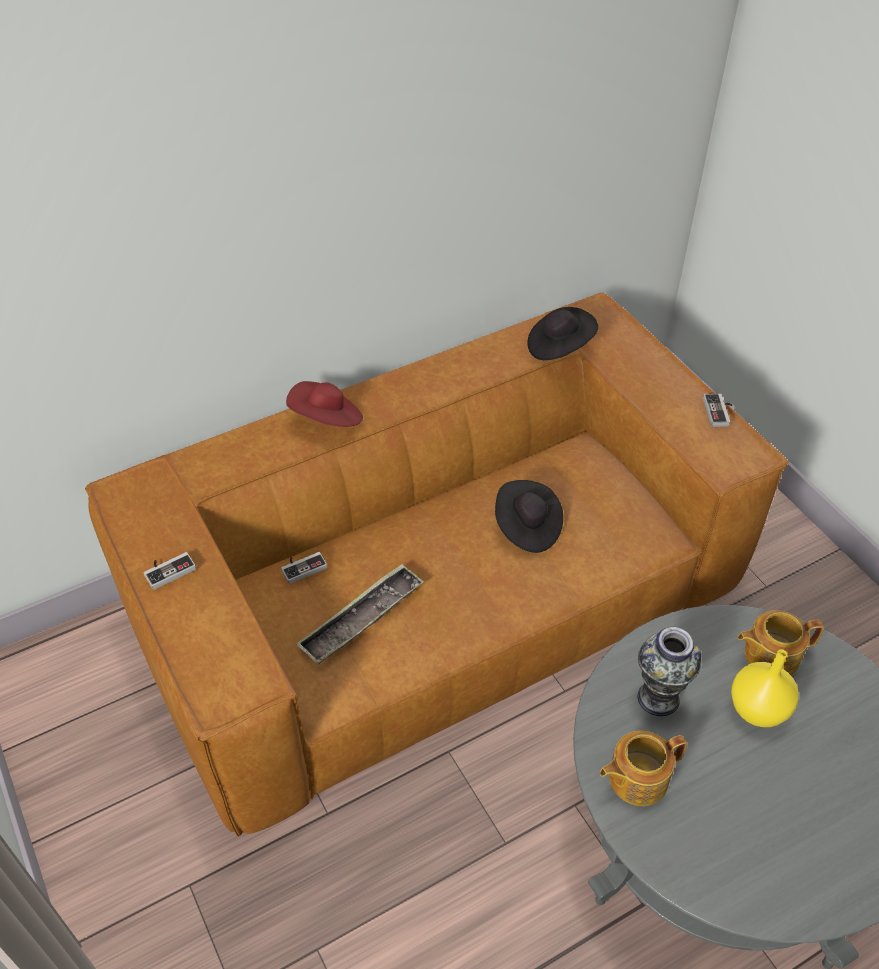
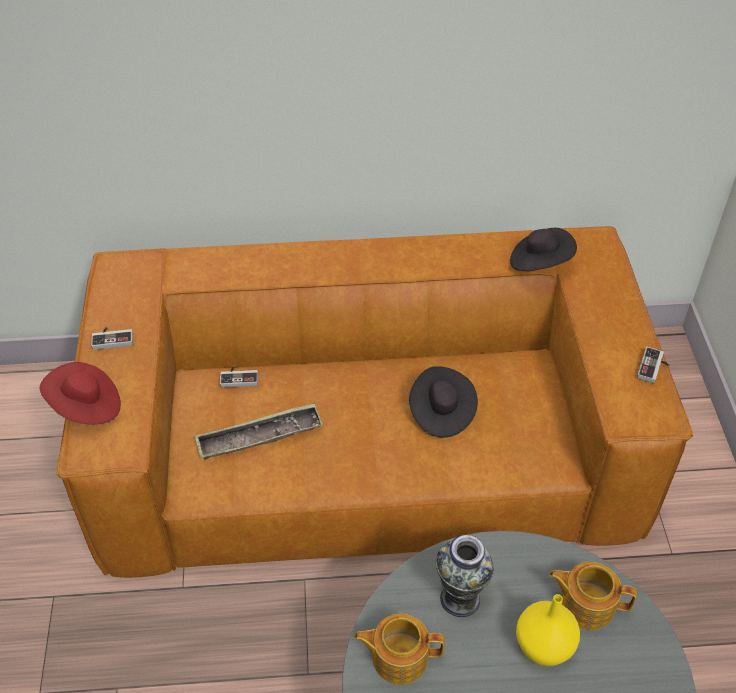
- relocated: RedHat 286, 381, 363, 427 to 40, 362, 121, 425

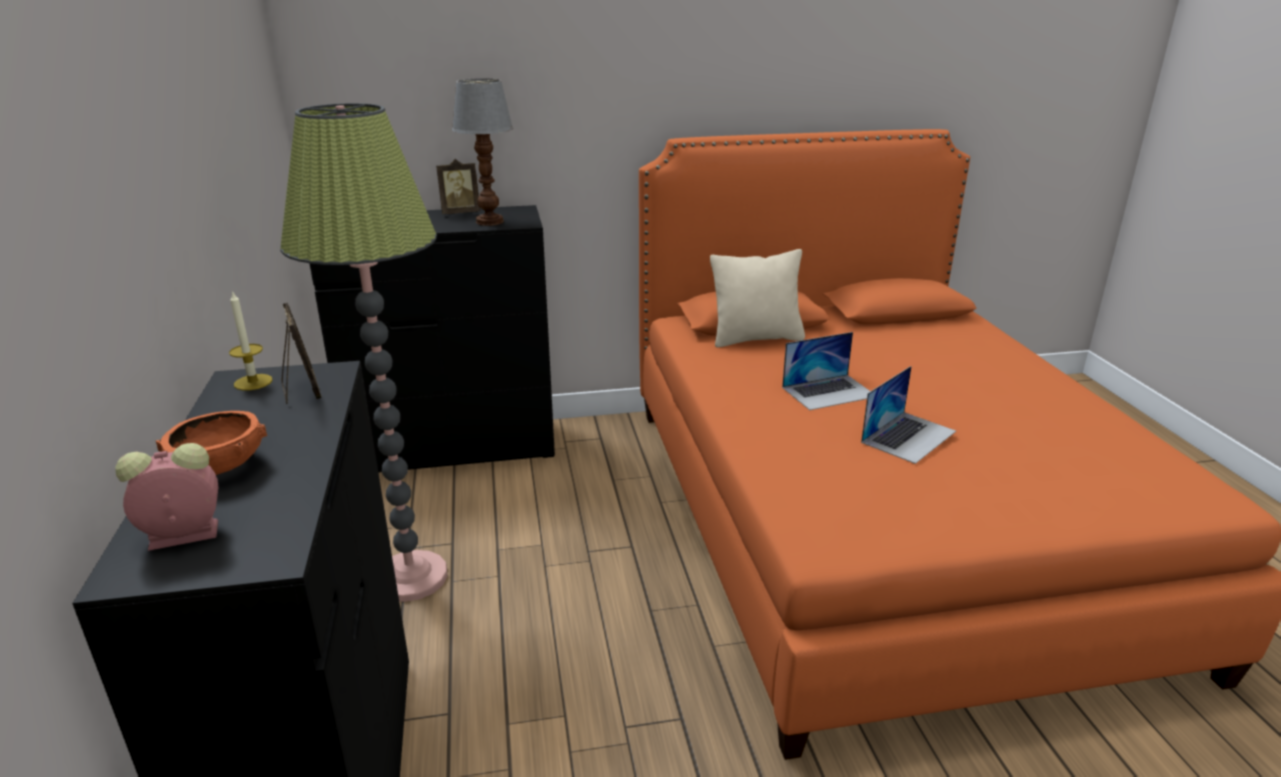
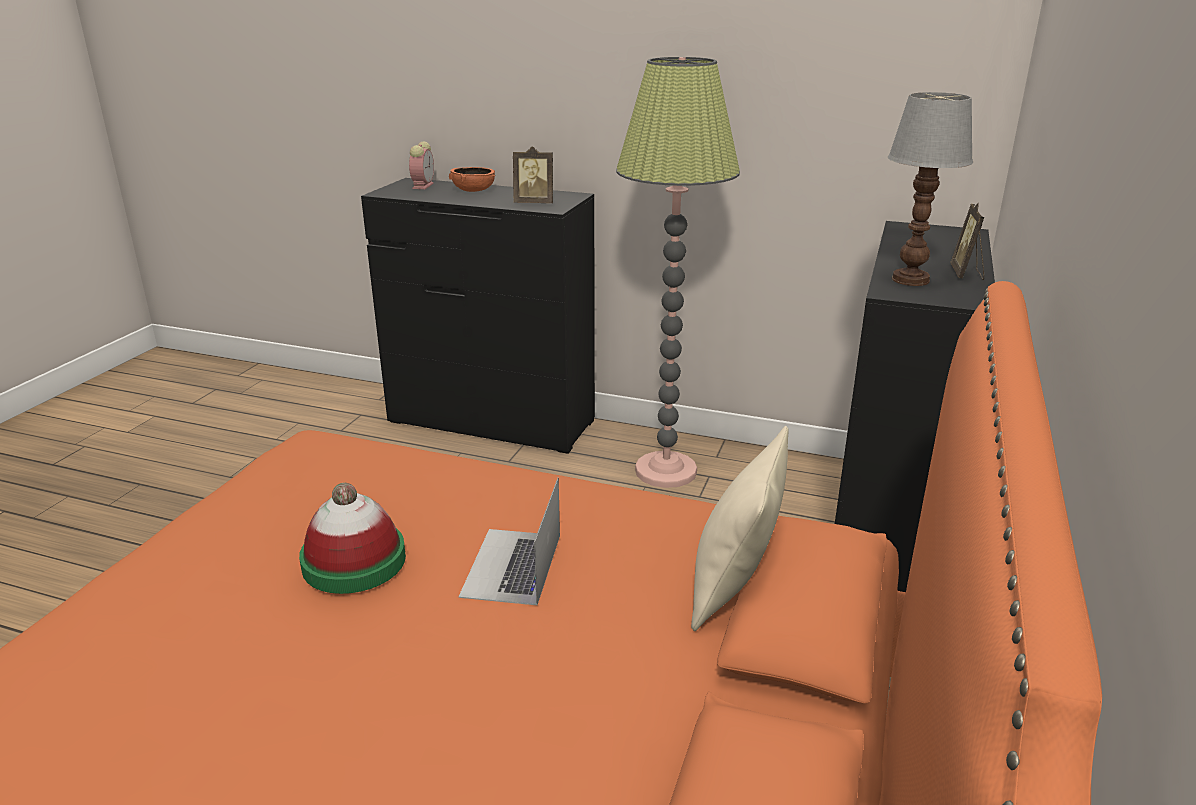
- missing: Candle 229, 290, 273, 391
- exchanged: Laptop 861, 366, 956, 464 to Hat 299, 483, 406, 594

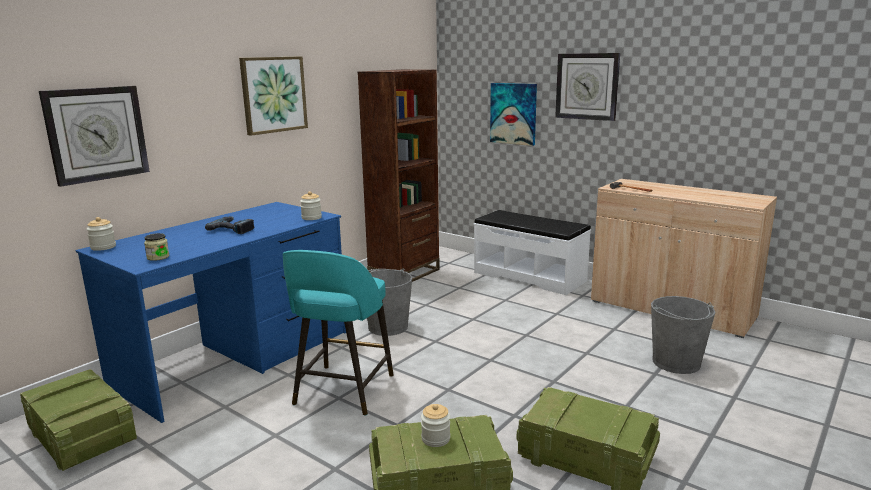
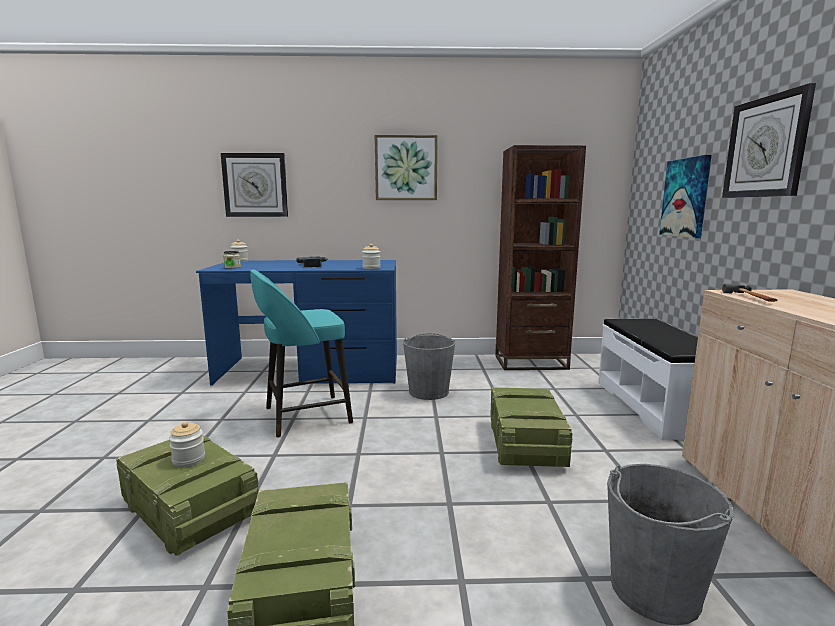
- relocated: Crate 20, 369, 137, 471 to 490, 388, 572, 467

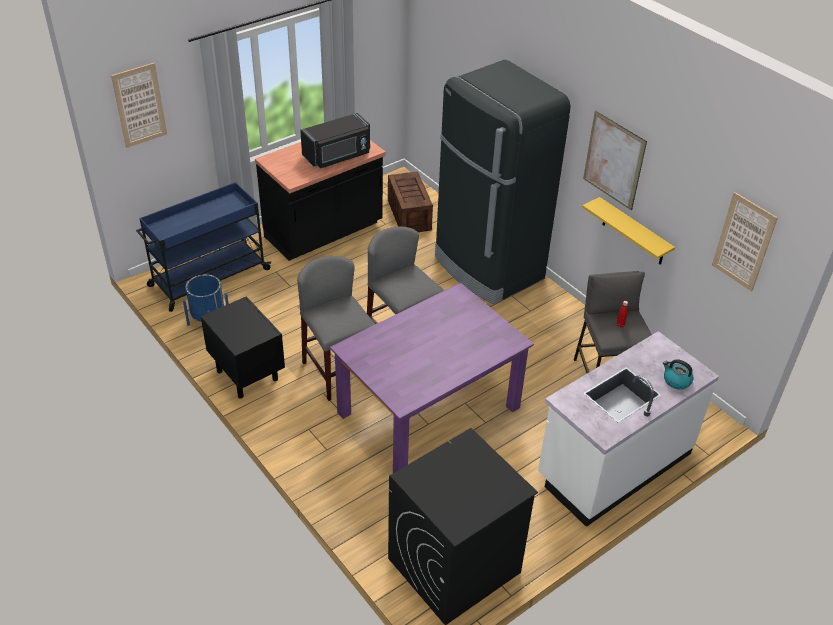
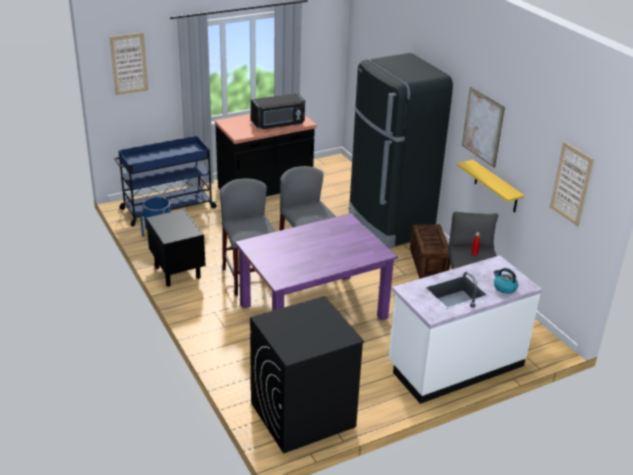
- relocated: Crate 388, 171, 433, 232 to 410, 224, 450, 279

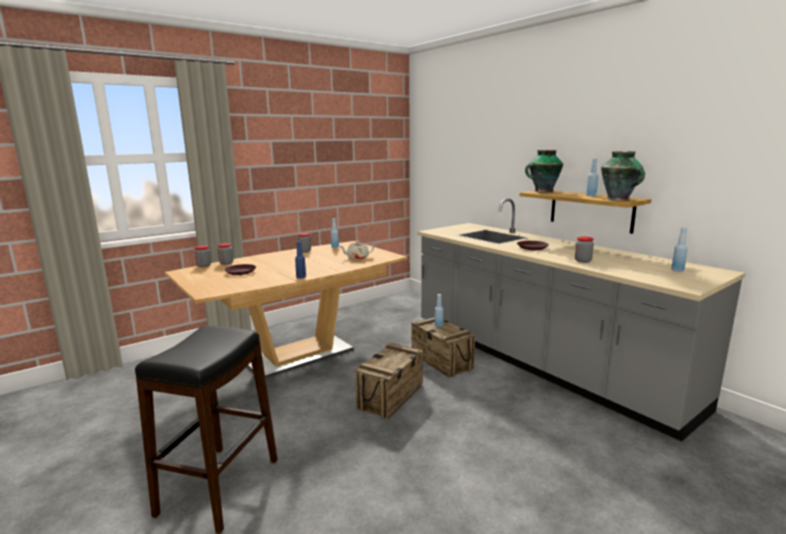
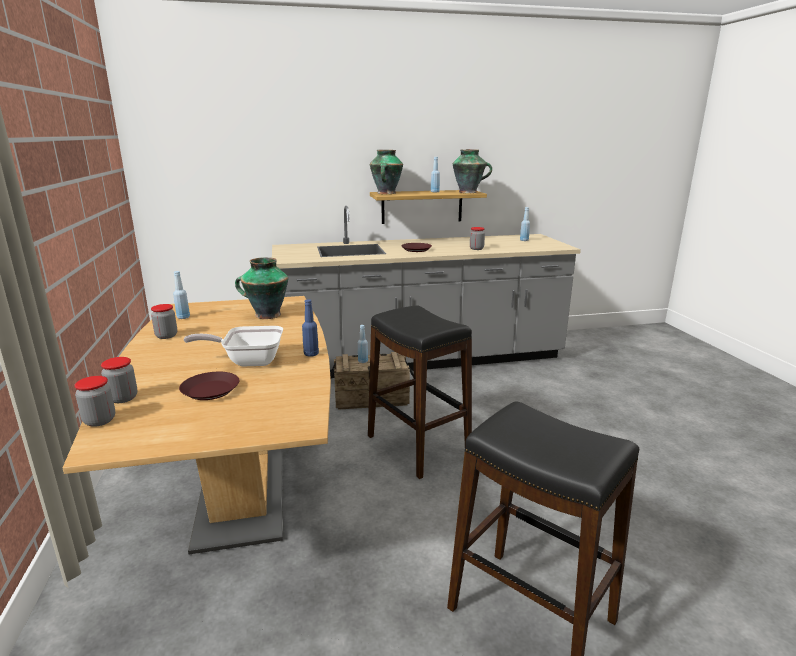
- appeared: FryingPan 184, 326, 283, 366
- exchanged: BeigeTeapot 340, 241, 374, 260 to Vase 235, 257, 288, 319
- exchanged: Crate 355, 343, 423, 419 to BlackStool 368, 305, 472, 479

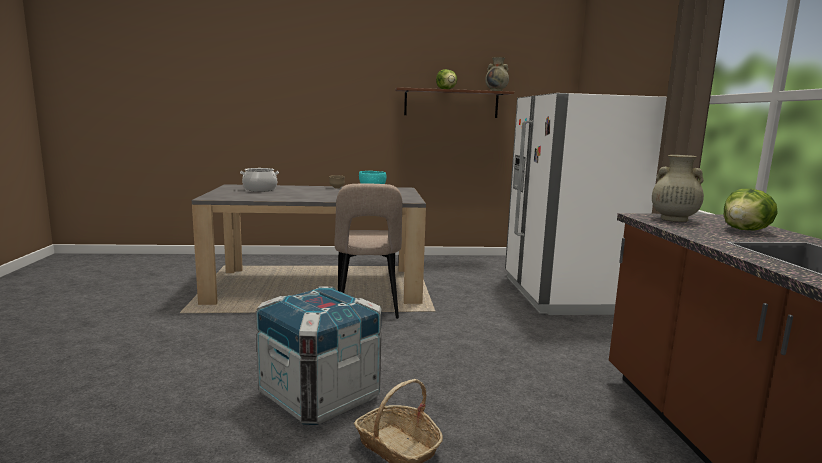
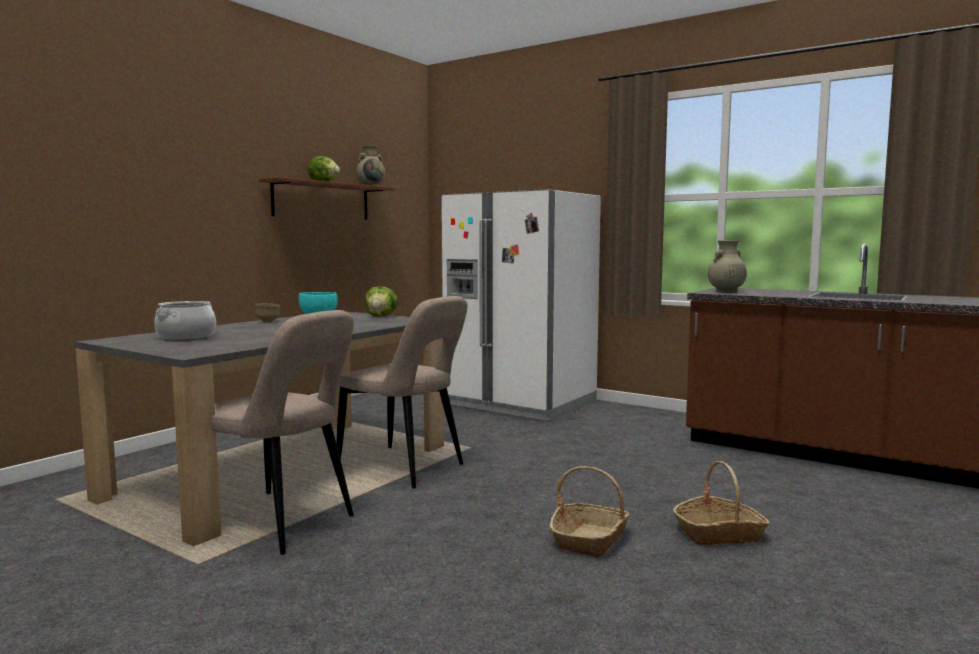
- appeared: BeigeChair 212, 310, 354, 555
- relocated: Lettuce 724, 189, 778, 230 to 365, 286, 398, 316
- exchanged: Crate 256, 286, 382, 425 to Basket 550, 466, 630, 558

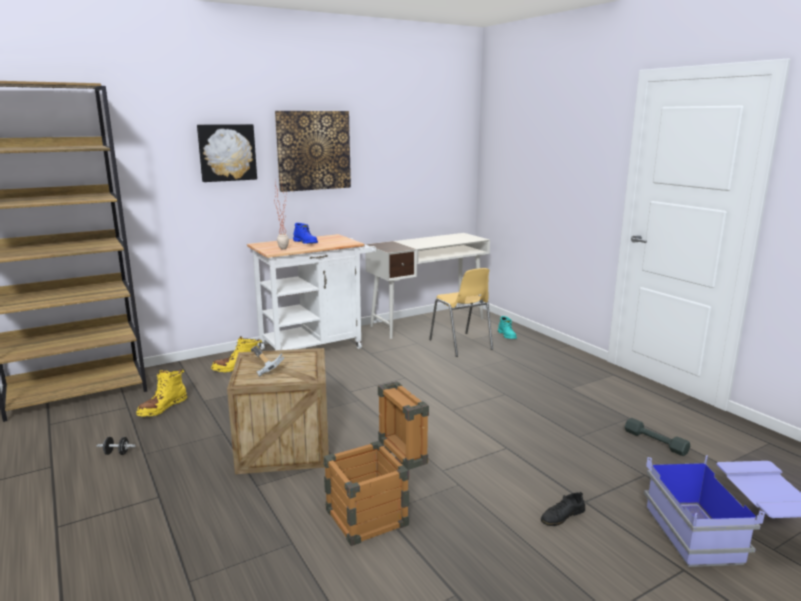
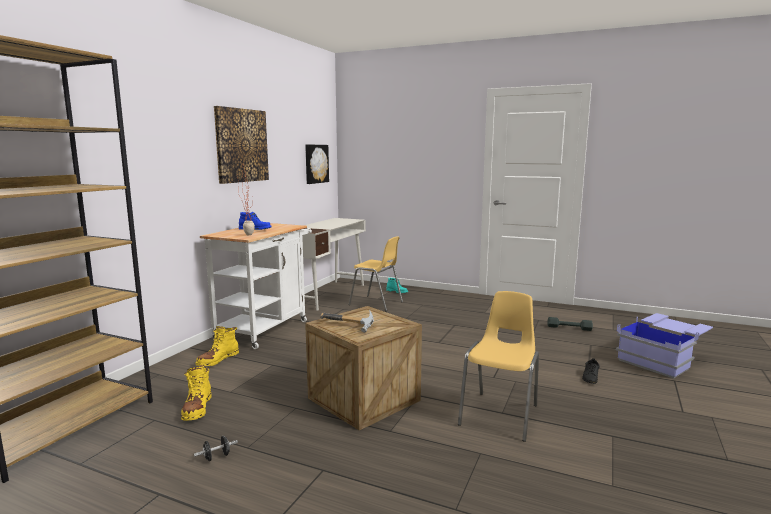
- relocated: Picture 197, 124, 257, 182 to 305, 145, 329, 184
- exchanged: Crate 323, 381, 429, 546 to YellowChair 458, 291, 539, 442

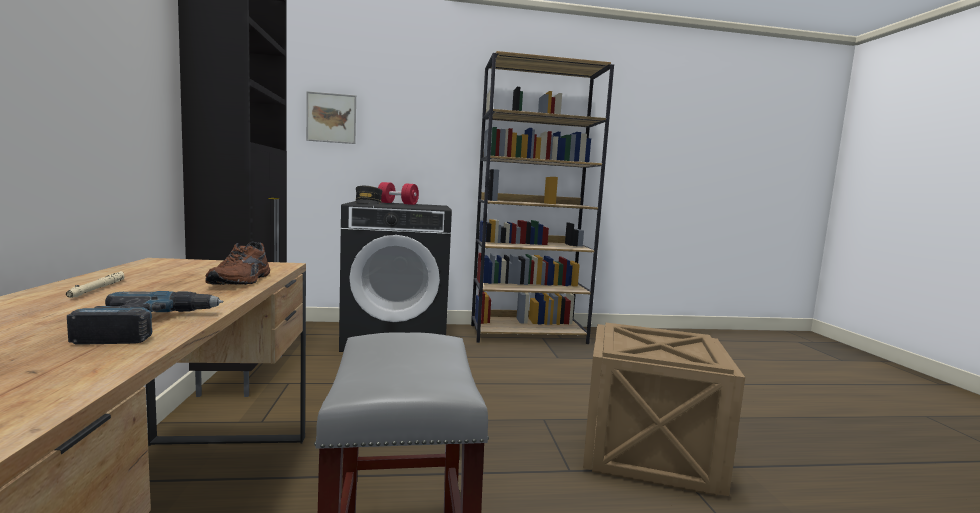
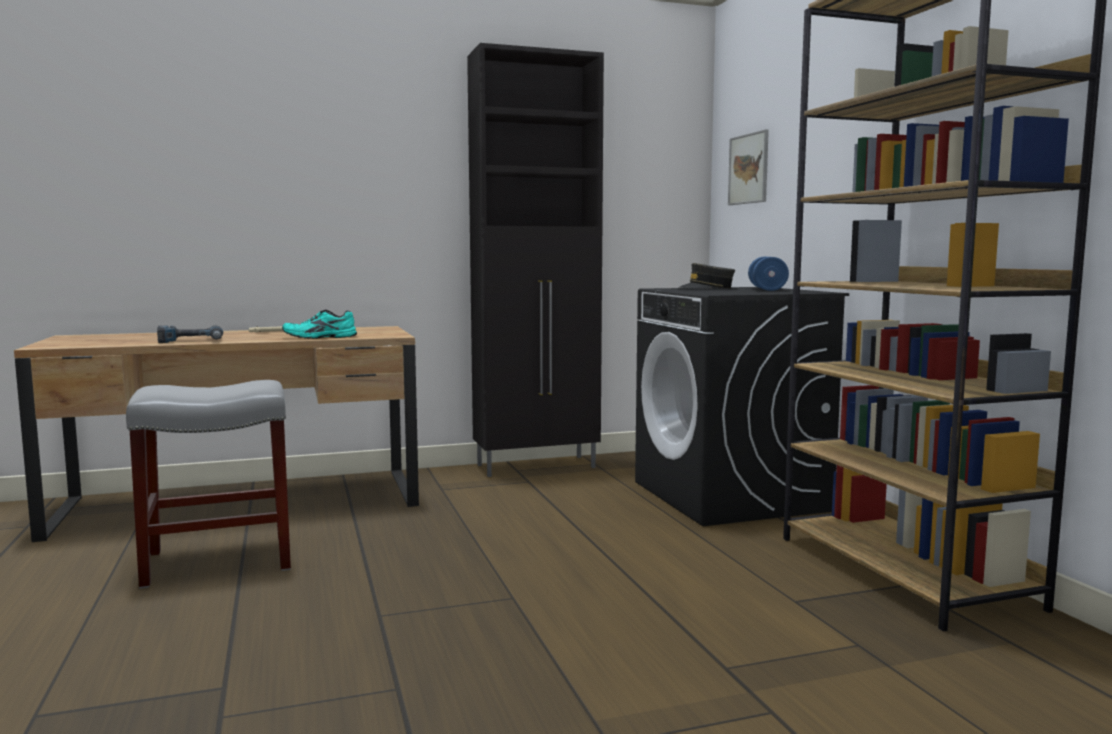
- missing: Crate 583, 322, 745, 496
- colour: BrownShoe 206, 242, 270, 285 to TurquoiseShoe 282, 310, 357, 339
- colour: RedDumbbell 378, 182, 419, 205 to BlueDumbbell 748, 257, 789, 291

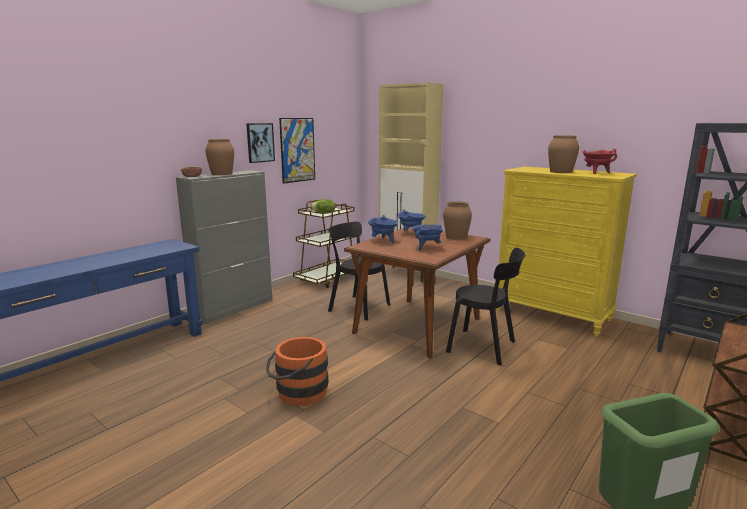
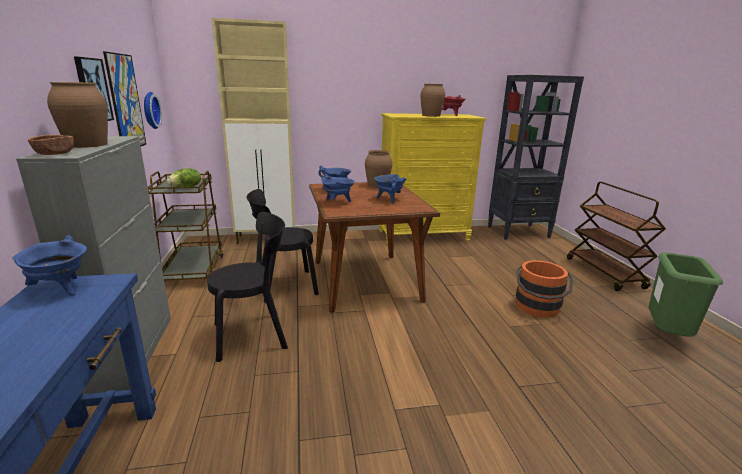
- appeared: BlueCookingPot 12, 235, 87, 296
- appeared: WallClock 144, 92, 162, 129
- relocated: OrangeBucket 266, 337, 328, 406 to 516, 260, 573, 317
- relocated: BlackChair 446, 248, 525, 366 to 207, 212, 288, 362

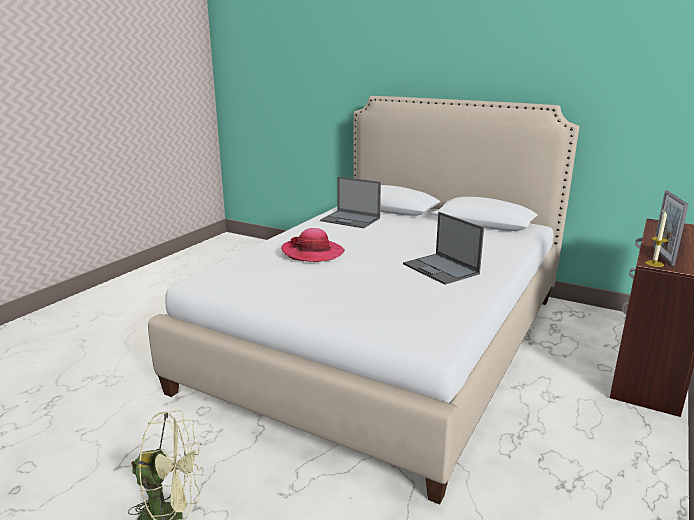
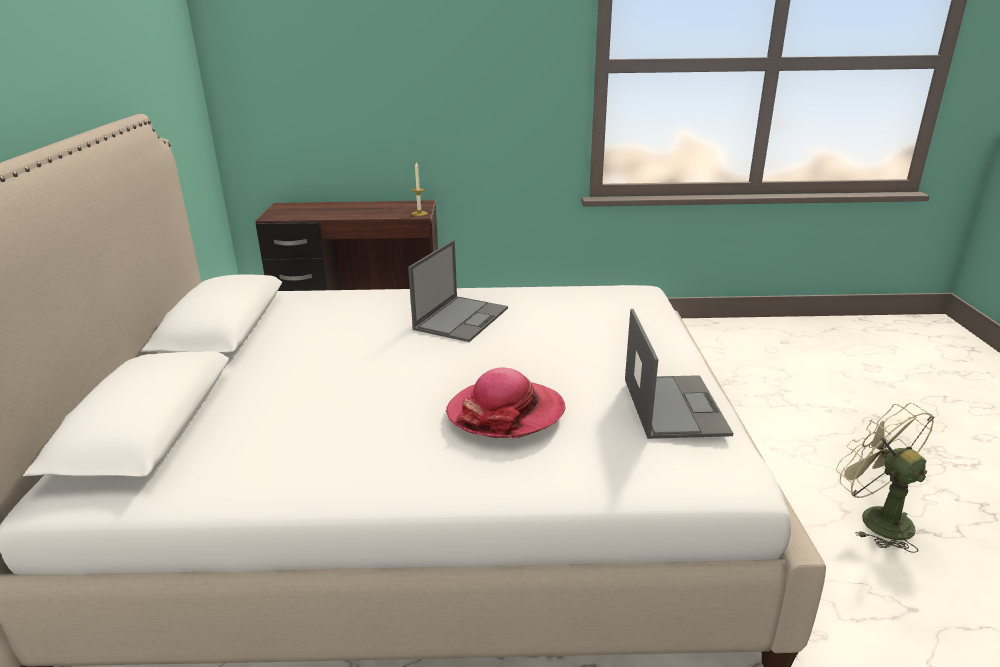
- missing: PictureFrame 653, 191, 689, 266
- relocated: Laptop 320, 177, 381, 228 to 625, 309, 733, 439

